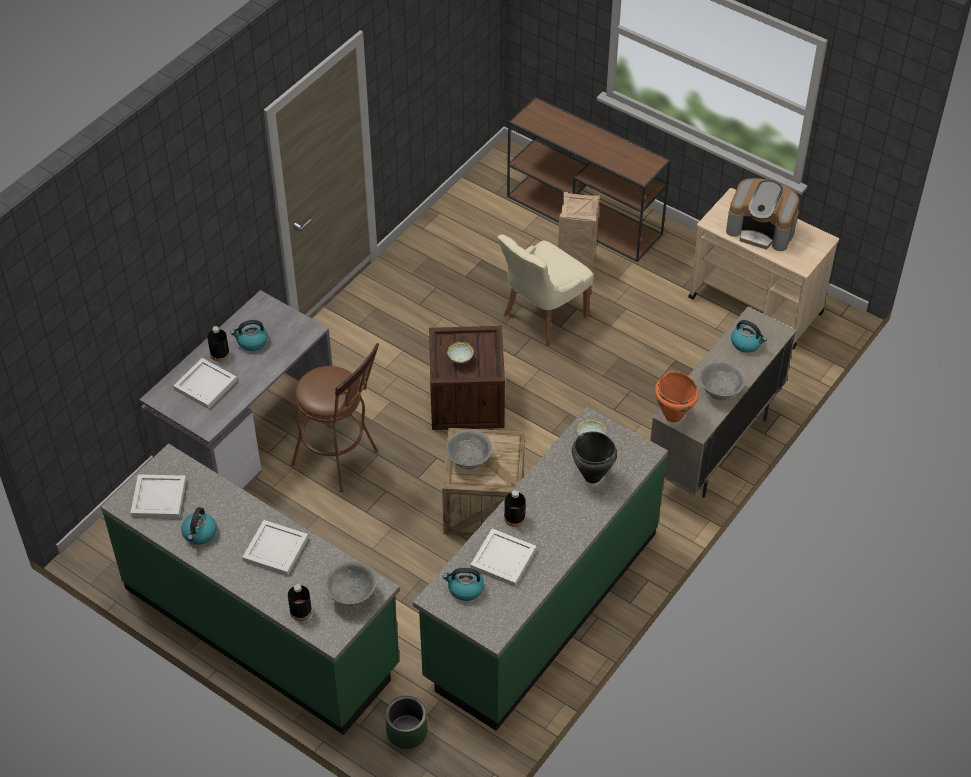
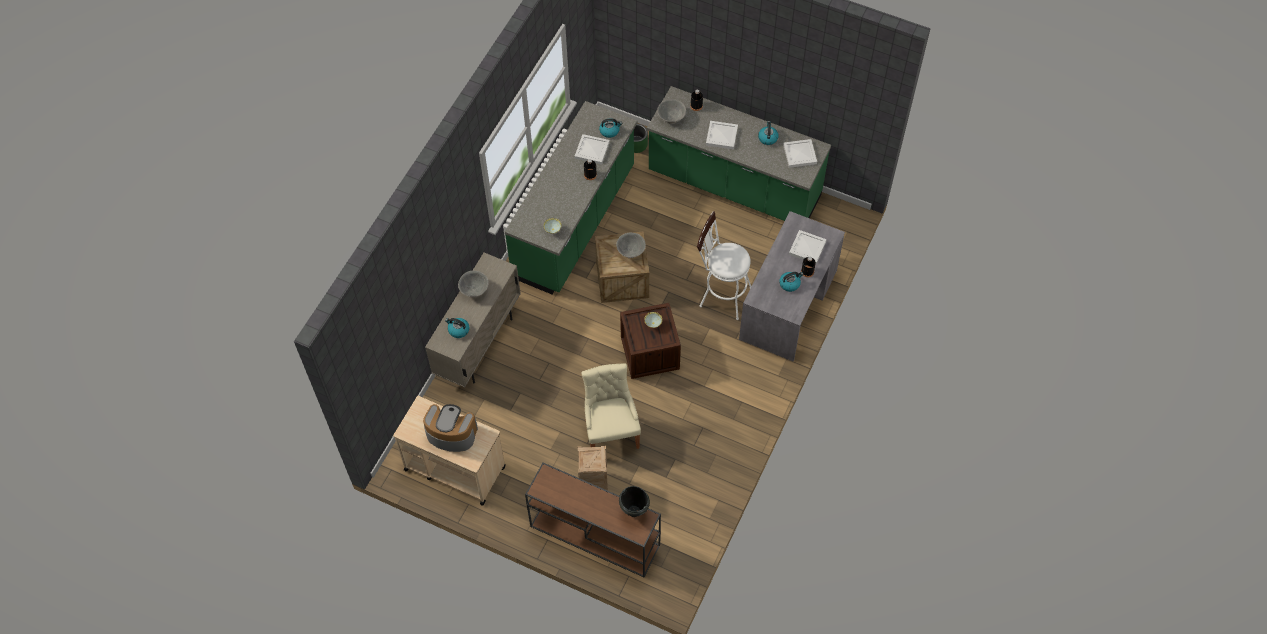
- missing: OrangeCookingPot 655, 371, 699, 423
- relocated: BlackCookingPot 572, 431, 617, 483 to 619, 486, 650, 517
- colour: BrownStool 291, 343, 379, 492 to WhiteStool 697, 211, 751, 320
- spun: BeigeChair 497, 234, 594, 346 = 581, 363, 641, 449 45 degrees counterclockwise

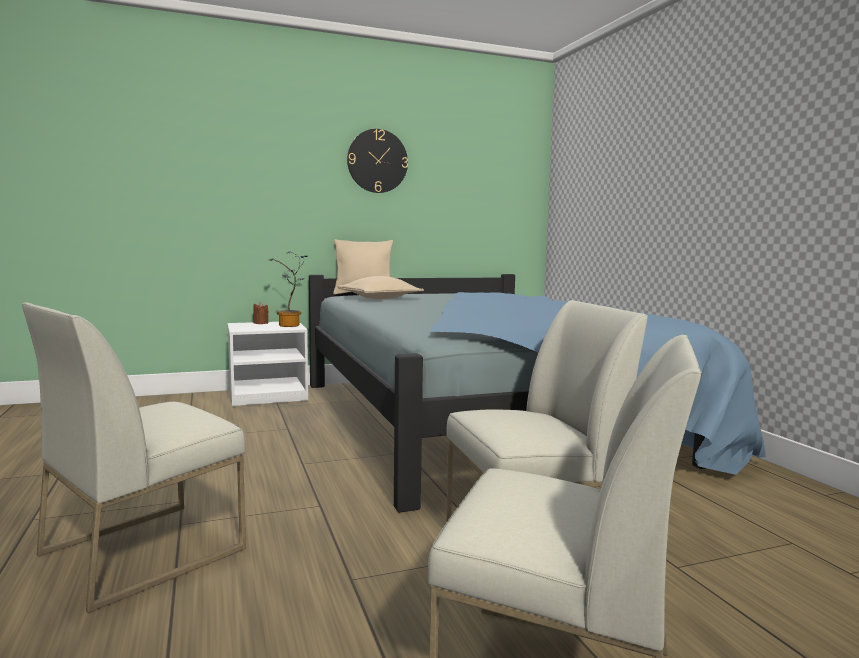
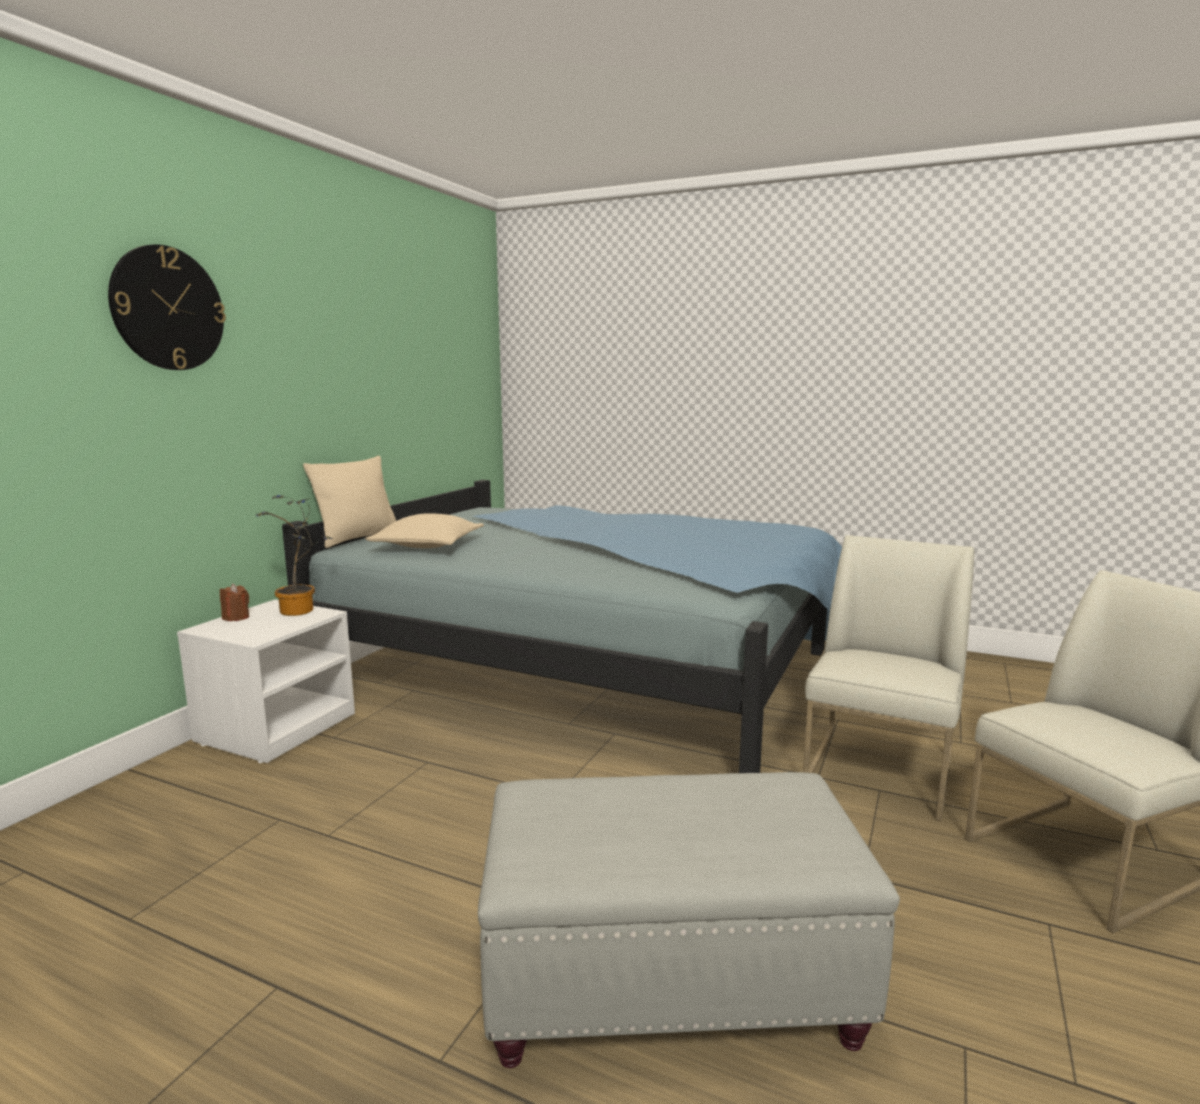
- relocated: WallClock 347, 129, 408, 193 to 108, 244, 226, 370
- exchanged: WhiteChair 22, 303, 246, 613 to GreyOttoman 478, 772, 900, 1068

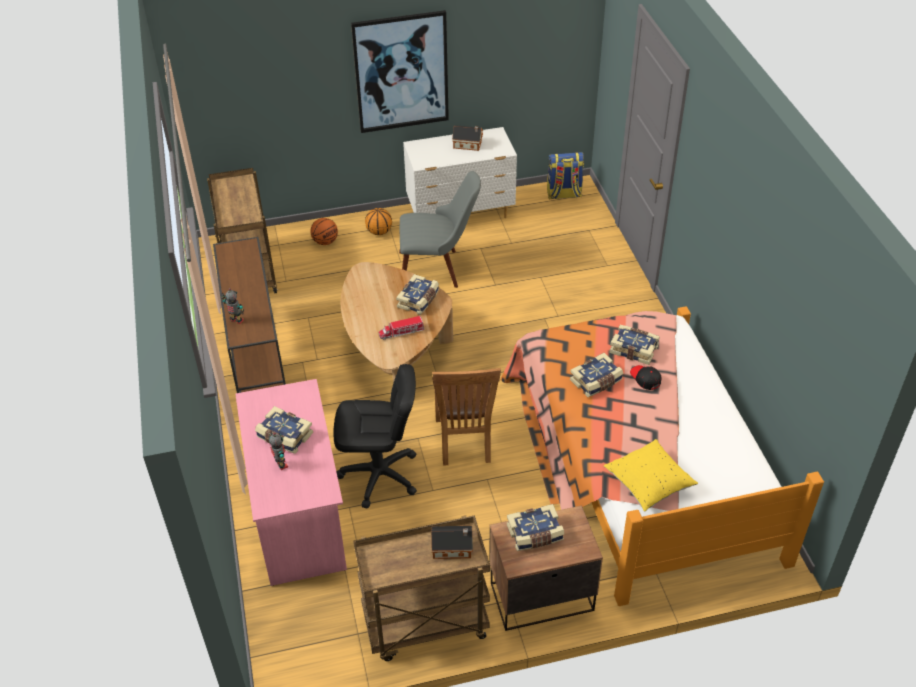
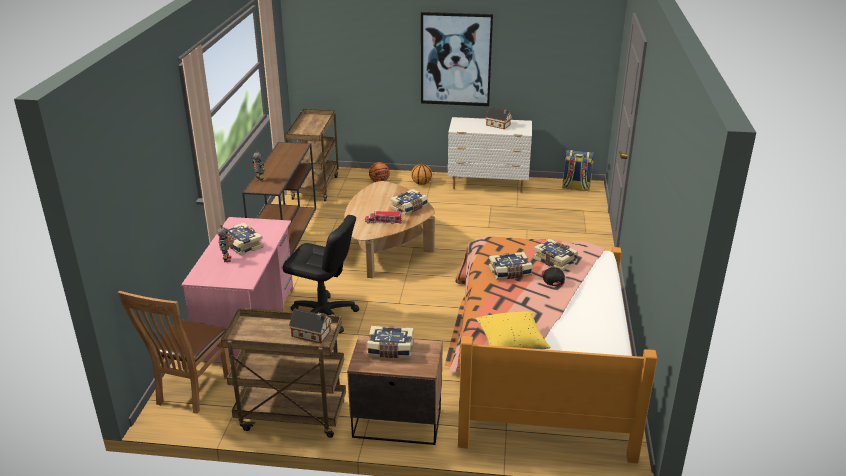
- missing: GreyChair 399, 171, 481, 288
- relocated: BrownChair 432, 368, 501, 466 to 118, 291, 231, 414

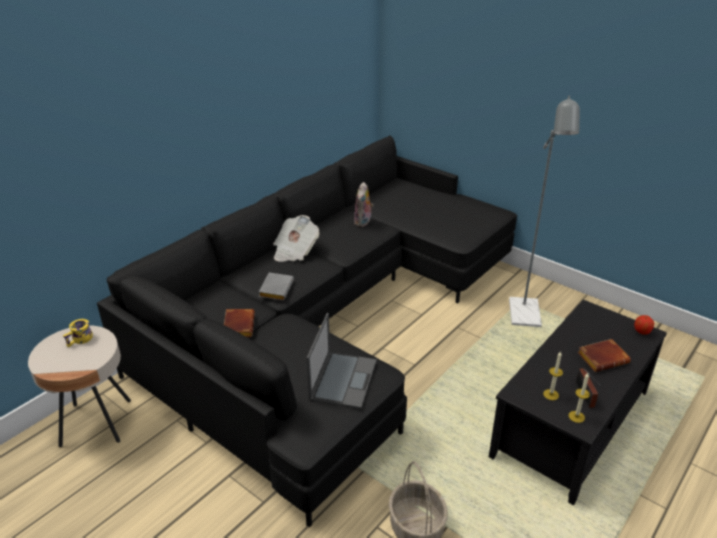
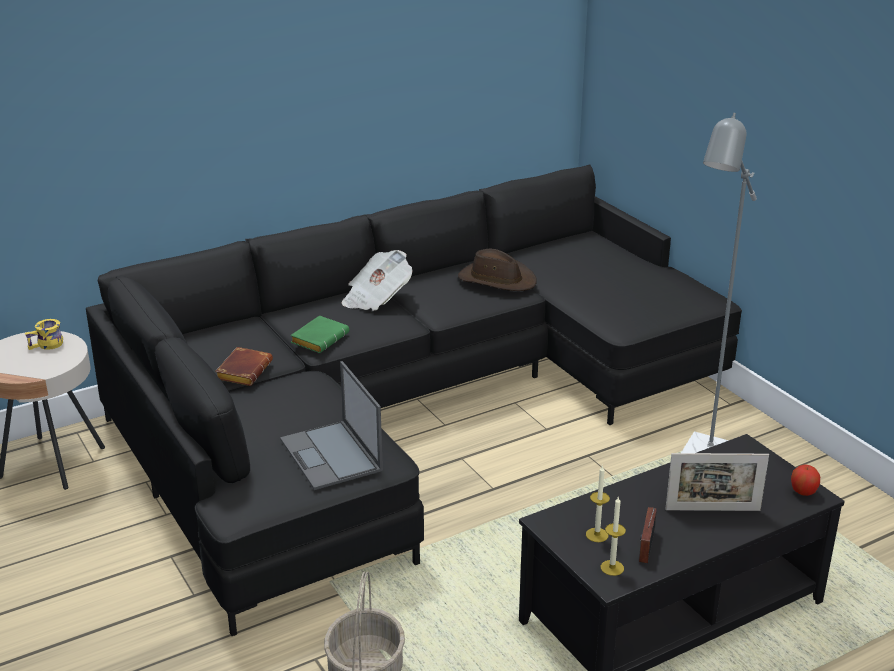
- exchanged: PlushToy 354, 182, 374, 227 to BrownHat 458, 249, 537, 291
- exchanged: BrownBook 578, 339, 631, 372 to PictureFrame 665, 453, 769, 511
- colour: GreyBook 259, 272, 294, 300 to GreenBook 290, 315, 349, 353
- spun: Laptop 307, 313, 377, 409 = 280, 361, 383, 490 120 degrees clockwise

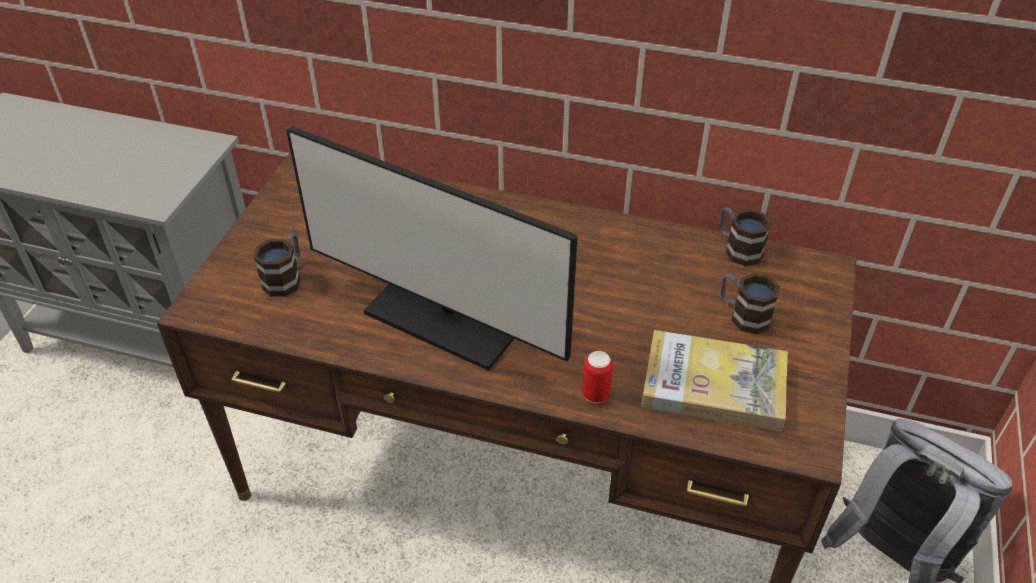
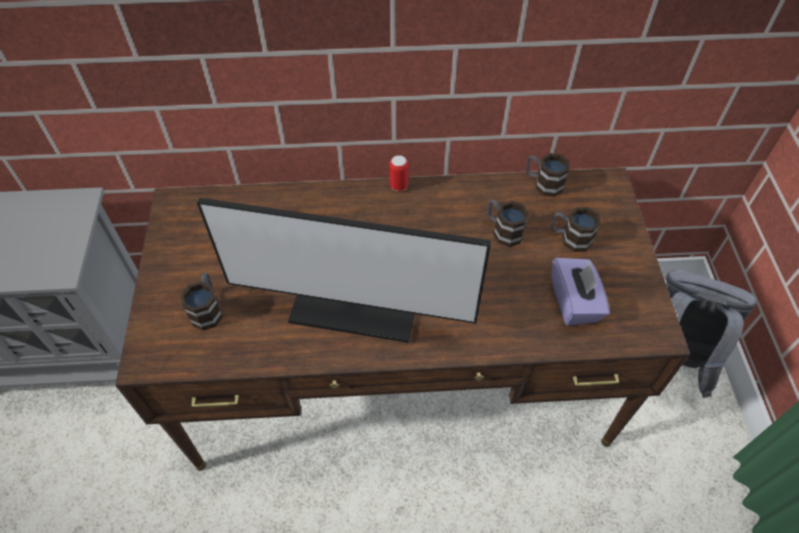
- appeared: Mug 488, 199, 529, 247
- relocated: Can 582, 351, 613, 403 to 389, 155, 409, 191
- exchanged: Book 641, 330, 788, 431 to PurpleTissueBox 552, 258, 610, 326

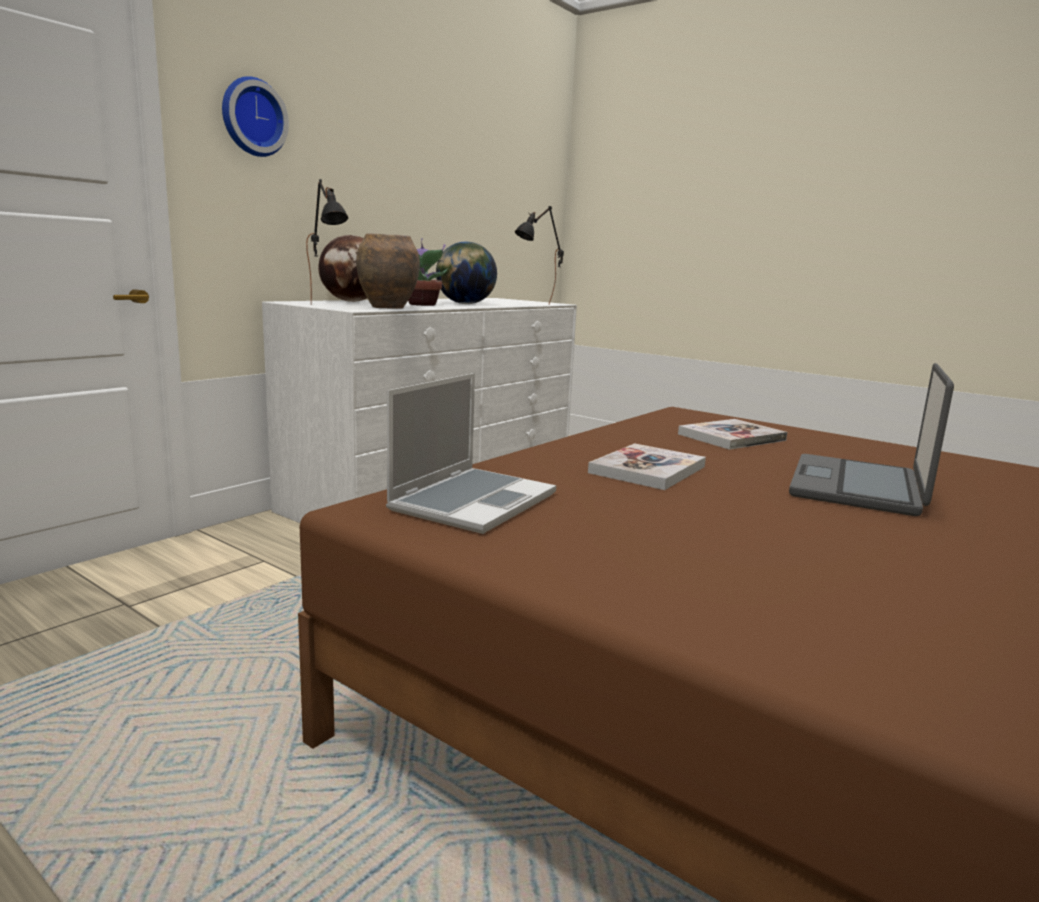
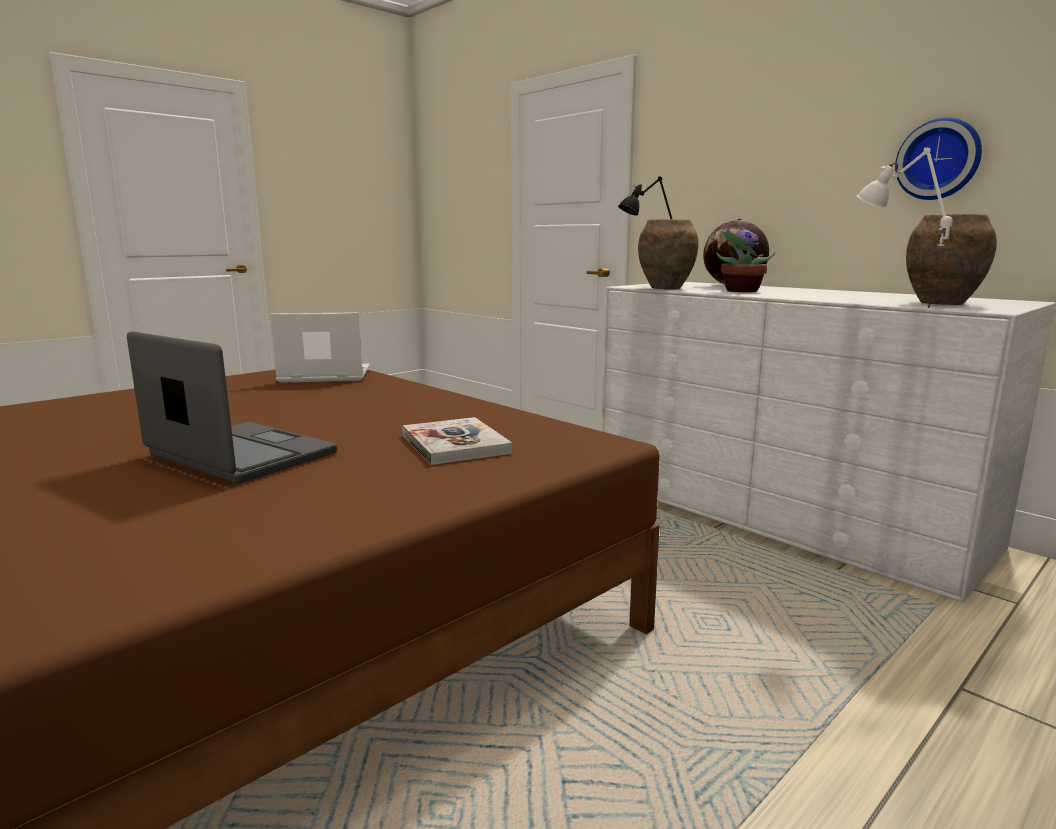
- missing: Globe 436, 242, 497, 304
- missing: Book 588, 443, 706, 490
- appeared: BrownVase 906, 214, 997, 305
- relocated: WallClock 222, 76, 289, 157 to 895, 118, 982, 200
- colour: BlackTableLamp 515, 206, 564, 305 to WhiteTableLamp 857, 147, 953, 307
- spun: Laptop 386, 373, 556, 534 = 270, 312, 370, 383 135 degrees clockwise

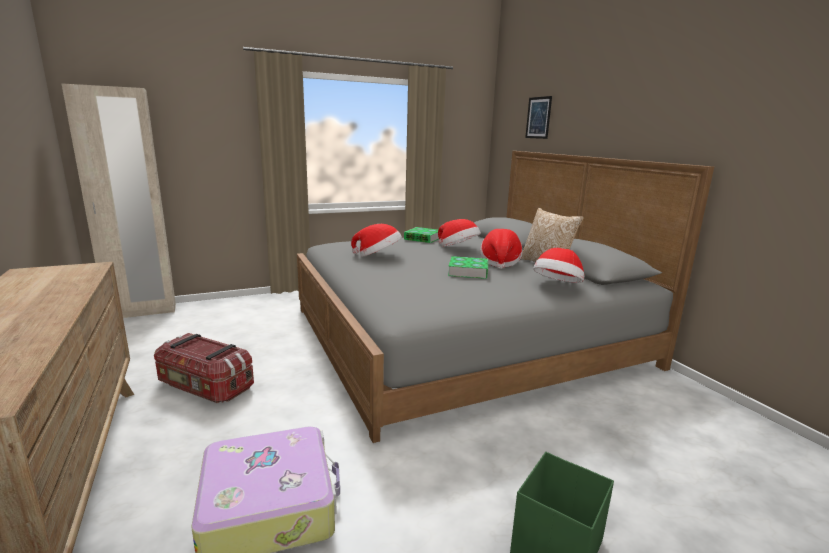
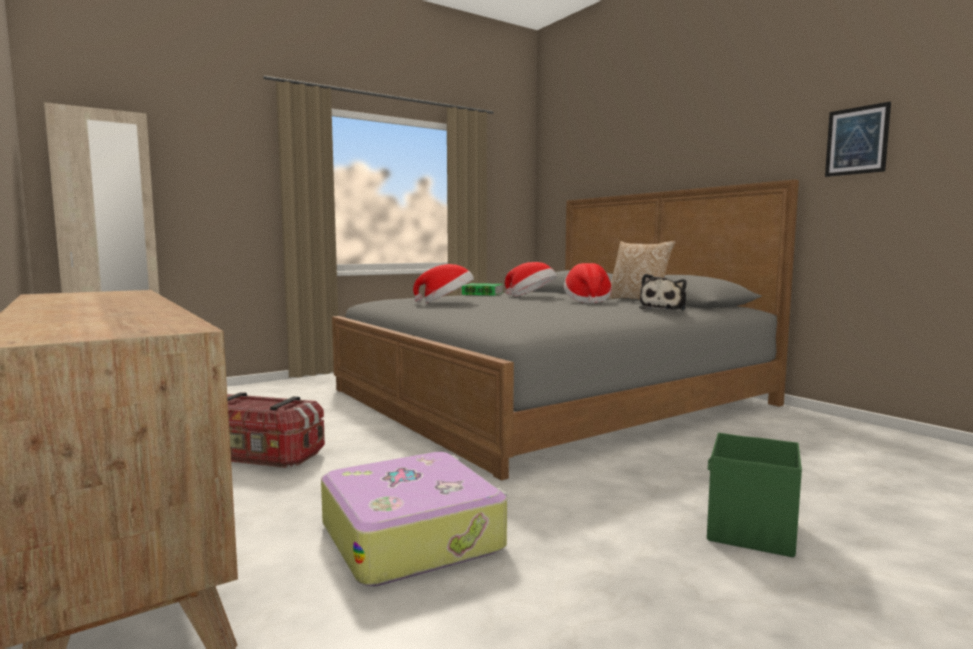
- missing: Book 448, 256, 488, 279
- relocated: Picture 525, 96, 552, 139 to 825, 101, 891, 177
- exchanged: Hat 533, 248, 585, 283 to PlushToy 639, 274, 687, 310

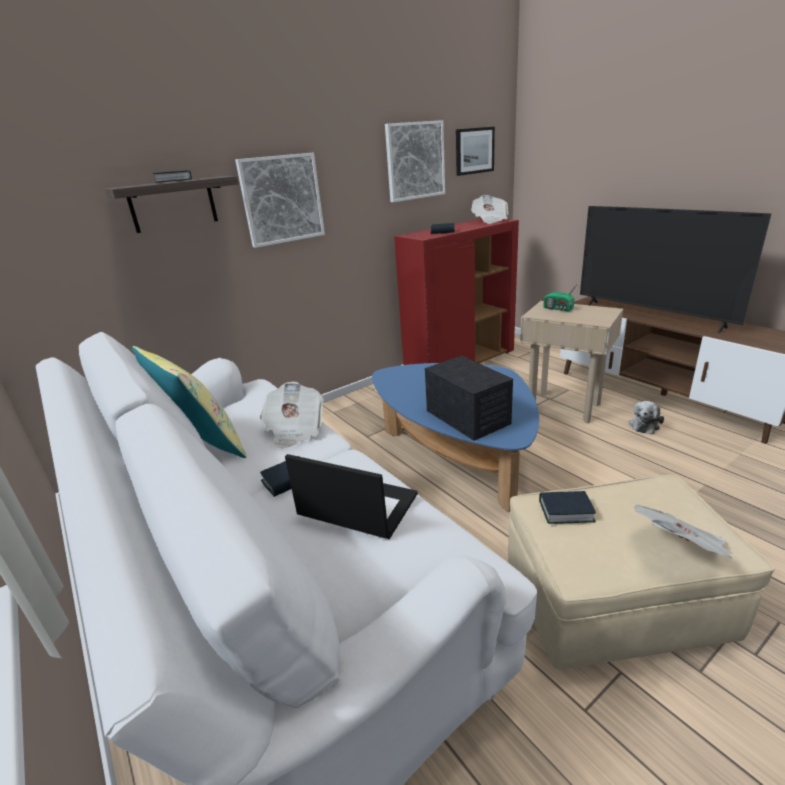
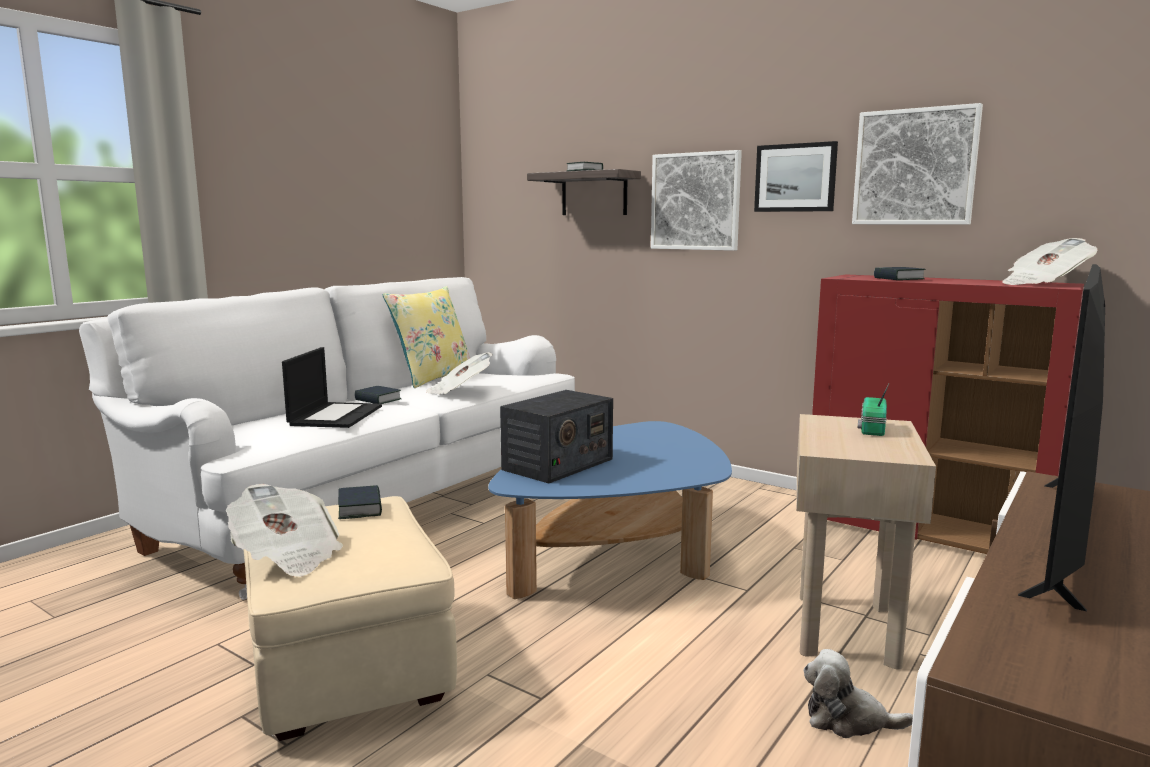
- relocated: Picture 456, 127, 495, 176 to 754, 141, 838, 212

